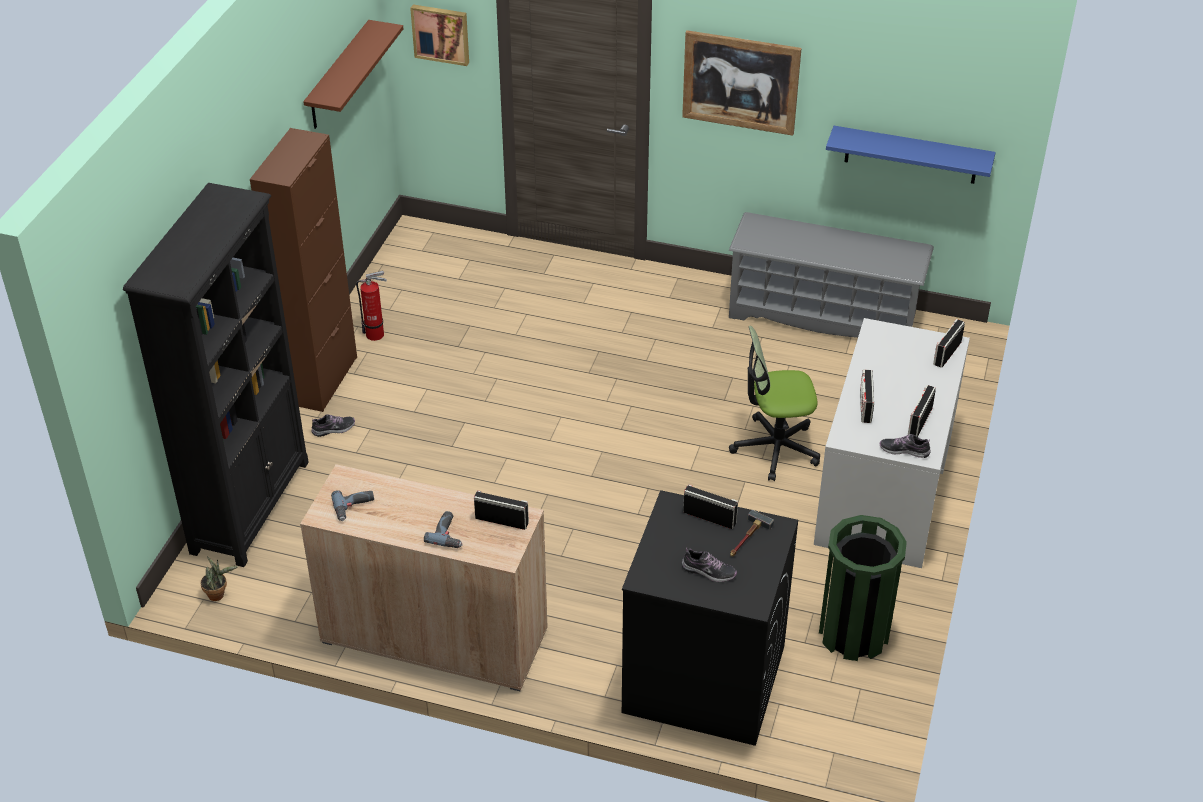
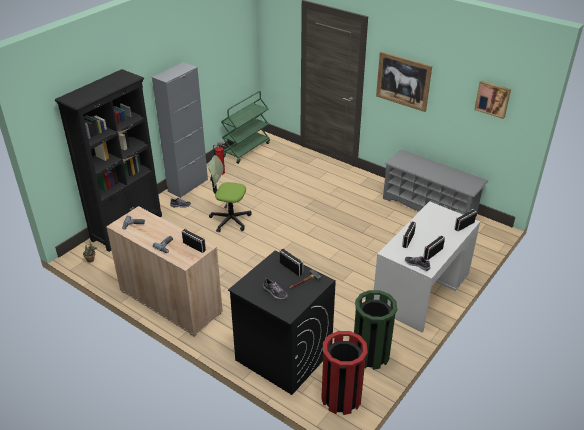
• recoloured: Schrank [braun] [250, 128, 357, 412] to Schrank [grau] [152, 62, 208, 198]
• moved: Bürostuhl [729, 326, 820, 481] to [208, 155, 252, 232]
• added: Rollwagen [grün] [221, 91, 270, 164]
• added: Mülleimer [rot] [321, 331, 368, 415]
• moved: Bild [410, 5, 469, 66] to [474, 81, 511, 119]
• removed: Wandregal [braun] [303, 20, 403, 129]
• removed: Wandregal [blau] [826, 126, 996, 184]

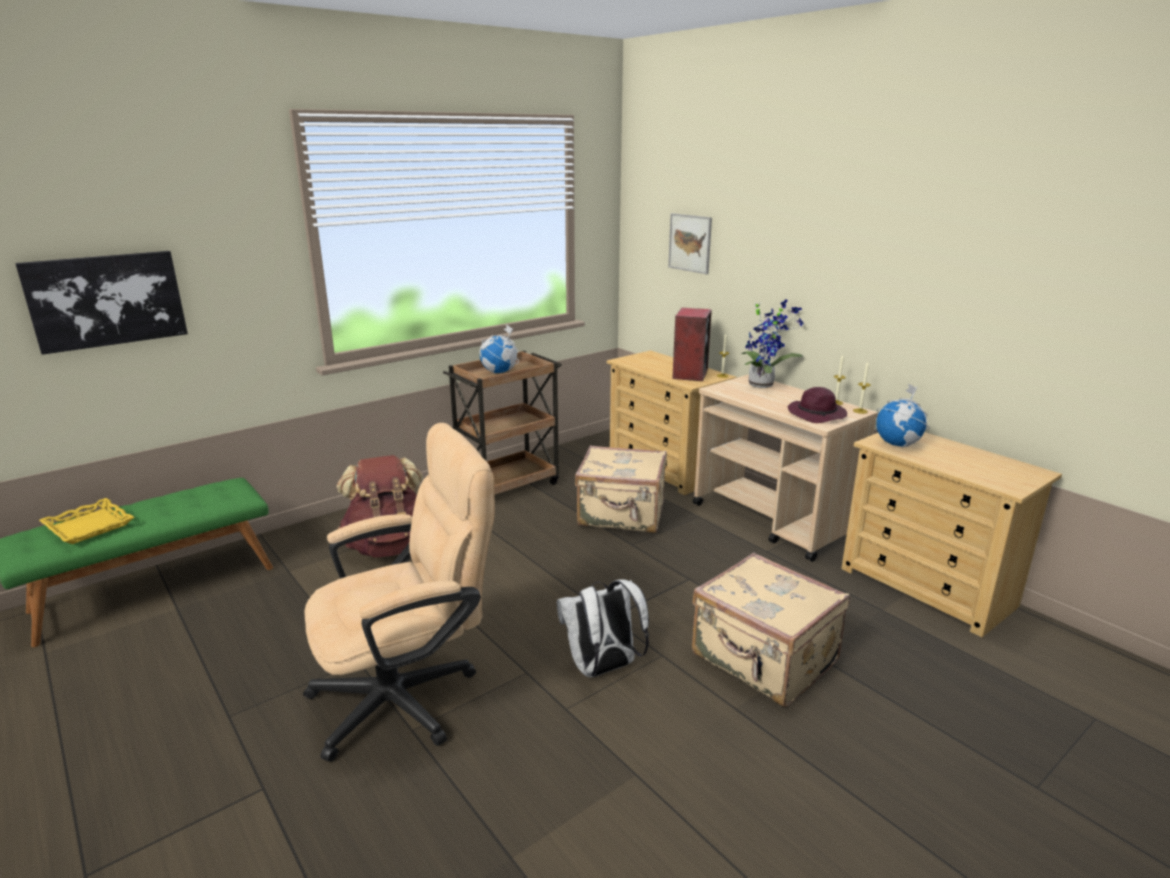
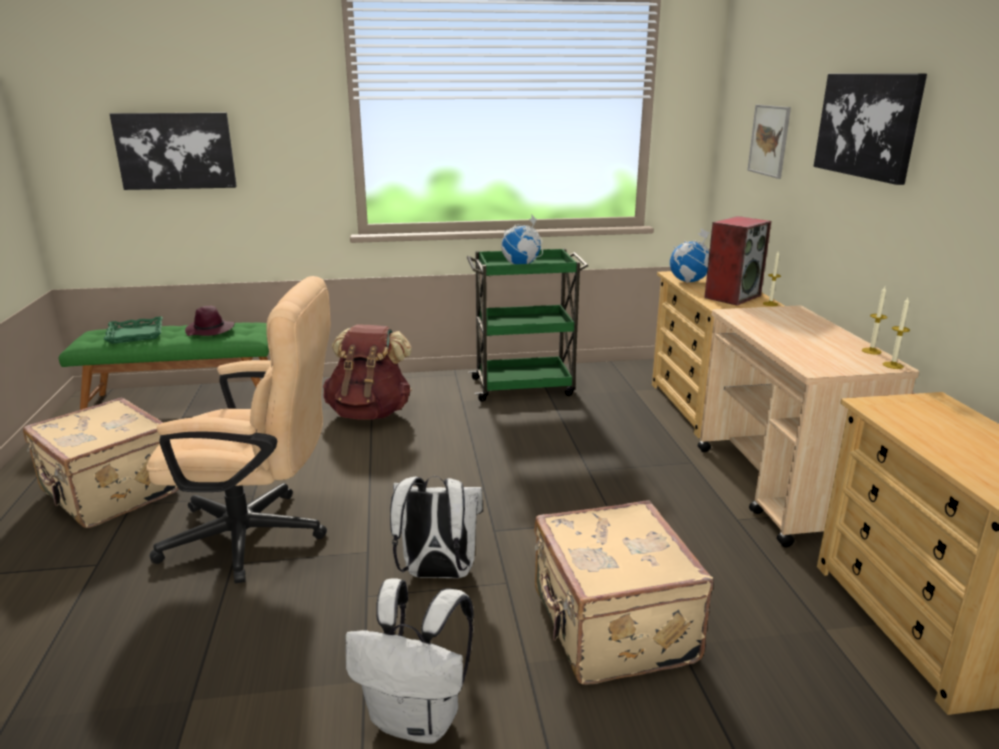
• moved: Koffer [beige] [575, 445, 667, 533] to [23, 397, 179, 528]
• recoloured: Tablett [gelb] [39, 498, 134, 544] to Tablett [grün] [103, 316, 163, 344]
• moved: Hut [lila] [788, 387, 847, 423] to [185, 306, 235, 336]
• added: Rucksack [weiß] [345, 579, 474, 744]
• recoloured: Rollwagen [braun] [443, 351, 562, 495] to Rollwagen [grün] [467, 249, 588, 402]
• moved: Globus [876, 384, 930, 447] to [670, 228, 710, 283]
• added: Bild [814, 73, 927, 185]
• removed: Topfpflanze [741, 299, 804, 388]

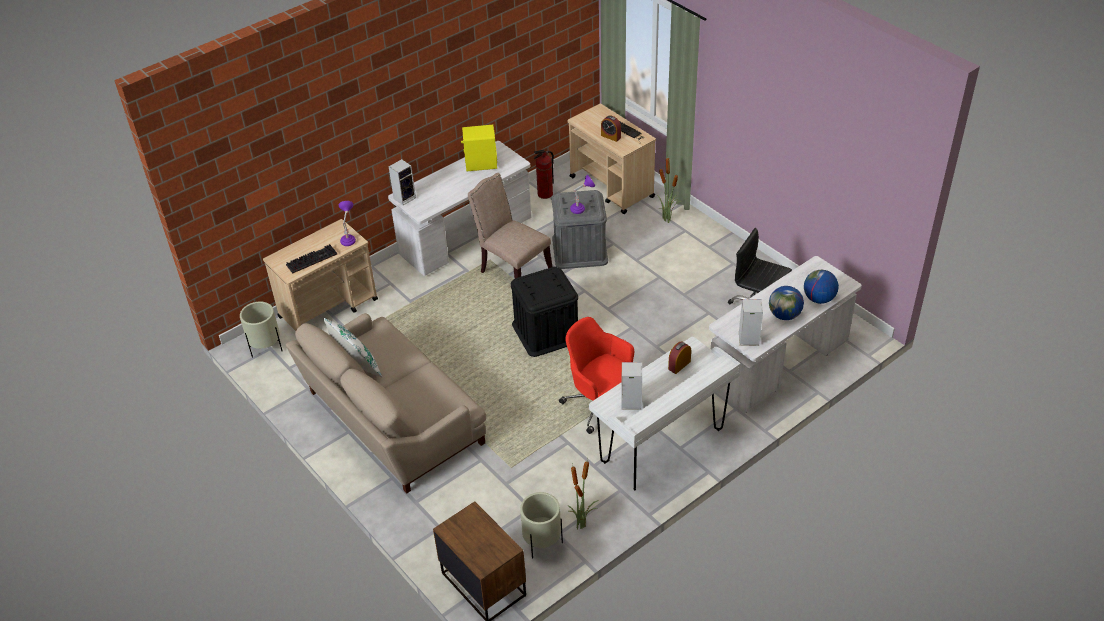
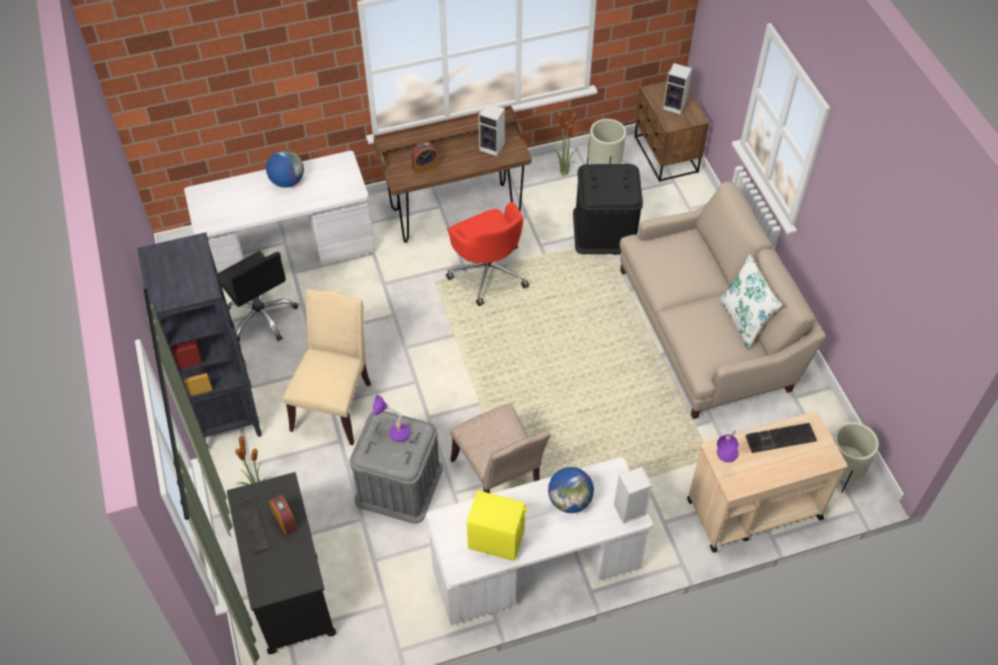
• added: Bücherregal [schwarz] [137, 232, 262, 447]
• recoloured: Rollwagen [beige] [568, 103, 656, 214] to Rollwagen [schwarz] [227, 472, 336, 654]
• added: Stuhl [beige] [283, 289, 371, 445]
• recoloured: Schreibtisch [weiß] [589, 337, 741, 491] to Schreibtisch [braun] [373, 105, 532, 243]
• moved: Globus [804, 270, 839, 304] to [548, 467, 594, 513]
• moved: Aufbewahrungsbox [schwarz] [511, 267, 578, 357] to [573, 164, 643, 255]
• moved: Lautsprecher [739, 299, 763, 346] to [663, 63, 692, 115]
• removed: Feuerlöscher [534, 149, 554, 199]

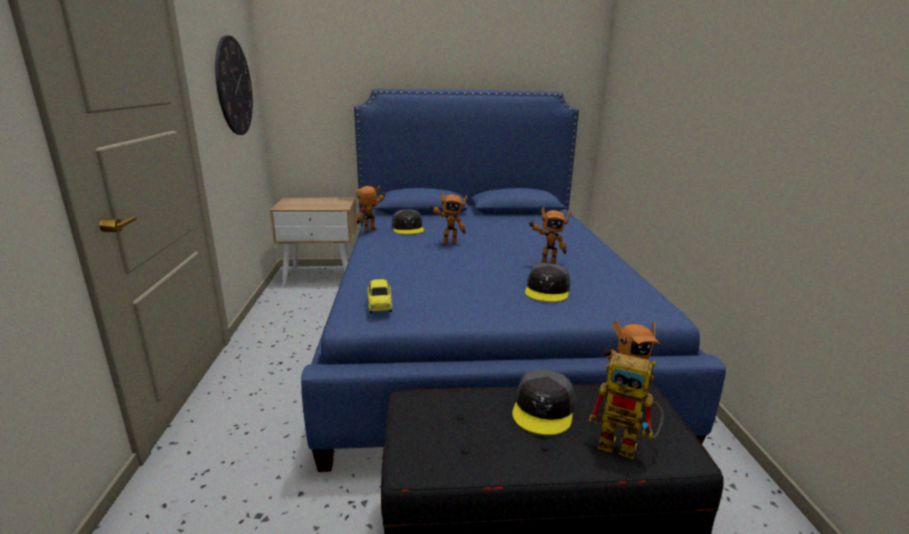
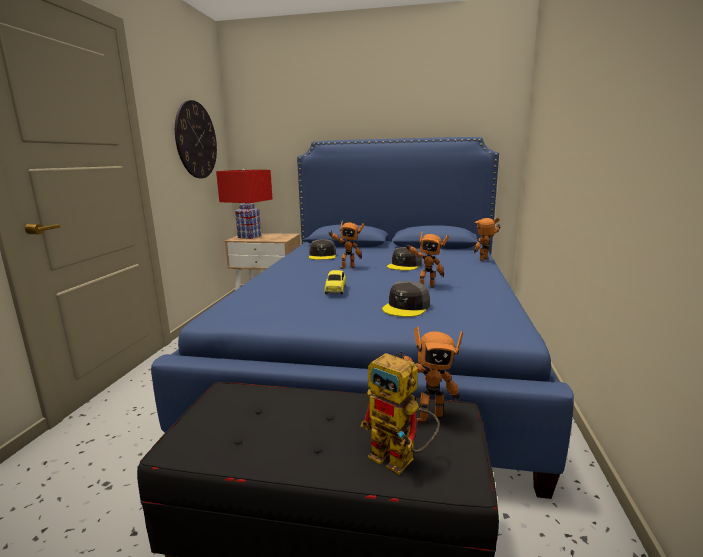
• added: Tischlampe [rot] [216, 169, 272, 239]
• moved: Spielzeugauto [368, 279, 392, 313] to [325, 270, 346, 294]
• moved: Kappe [grau] [512, 369, 575, 435] to [387, 247, 422, 271]
• moved: Spielzeugroboter [356, 186, 386, 232] to [474, 218, 501, 261]

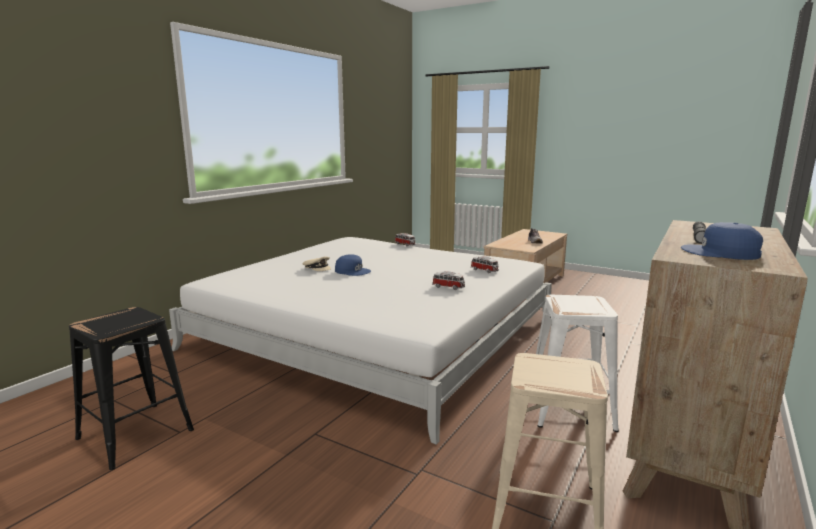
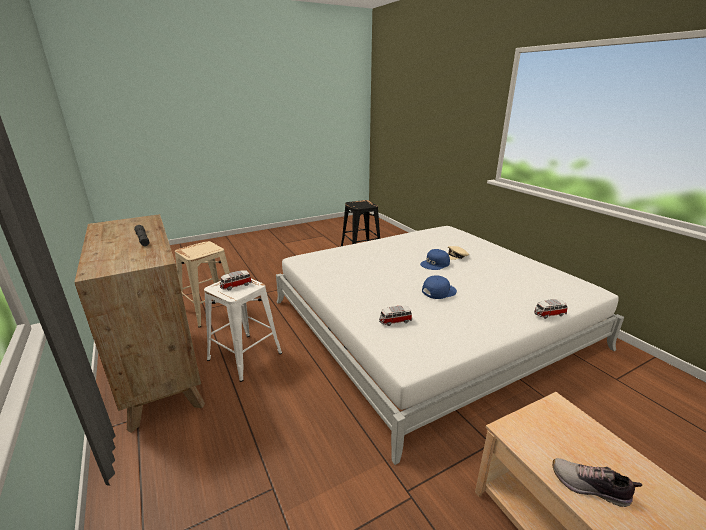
• moved: Spielzeugauto [432, 271, 465, 290] to [220, 270, 252, 290]
• moved: Kappe [blau] [681, 222, 763, 260] to [422, 275, 457, 299]

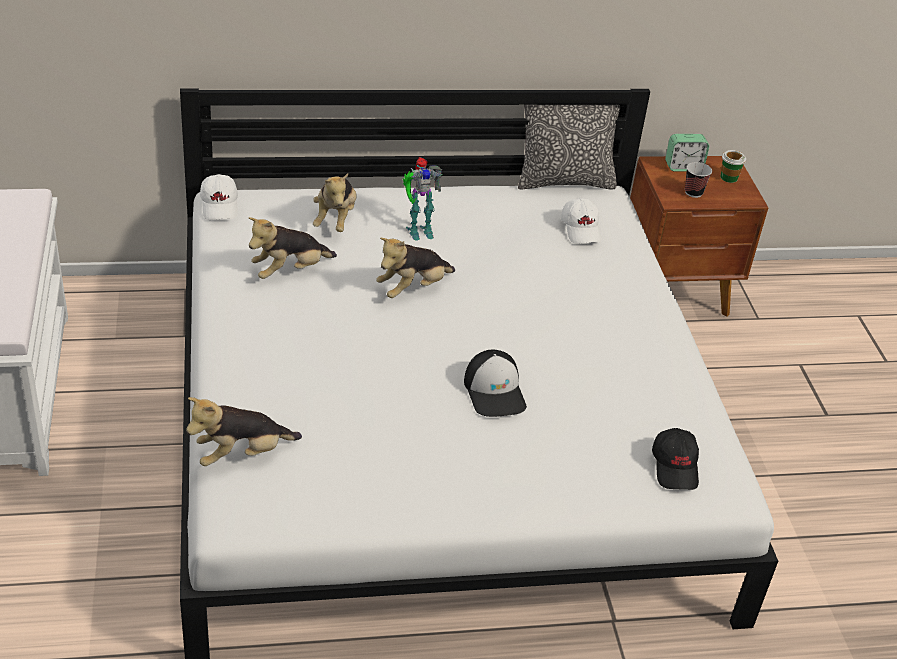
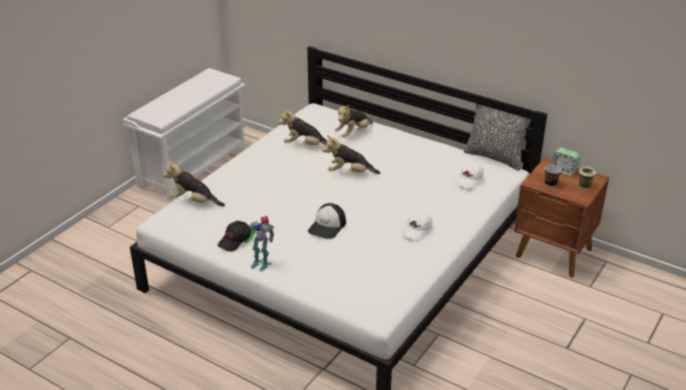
• moved: Kappe [schwarz] [652, 428, 699, 490] to [218, 221, 251, 252]
• moved: Spielzeugroboter [403, 157, 443, 241] to [245, 216, 274, 272]
• moved: Kappe [weiß] [200, 174, 238, 220] to [402, 210, 432, 241]

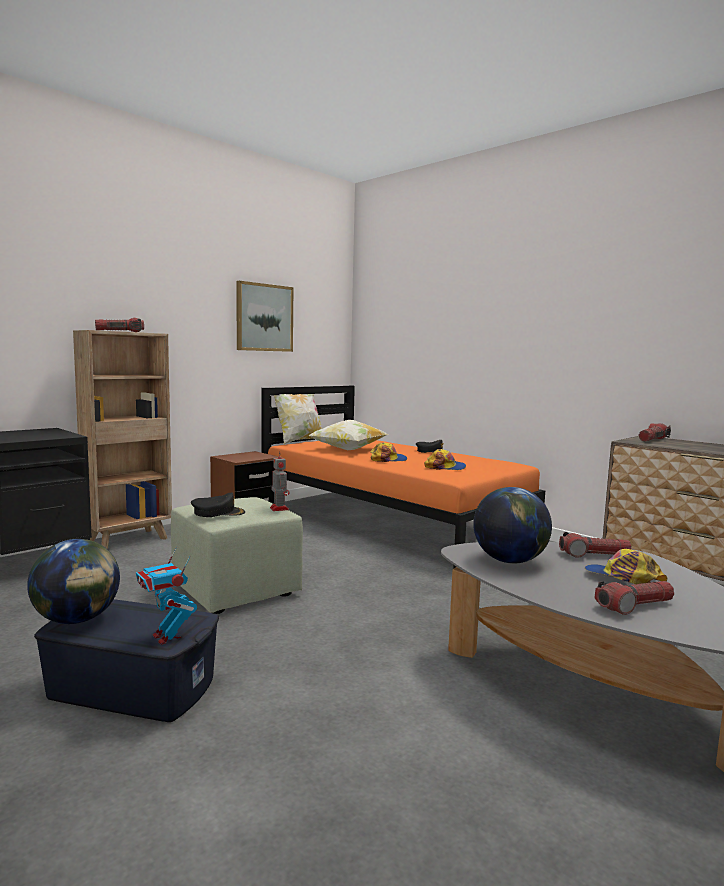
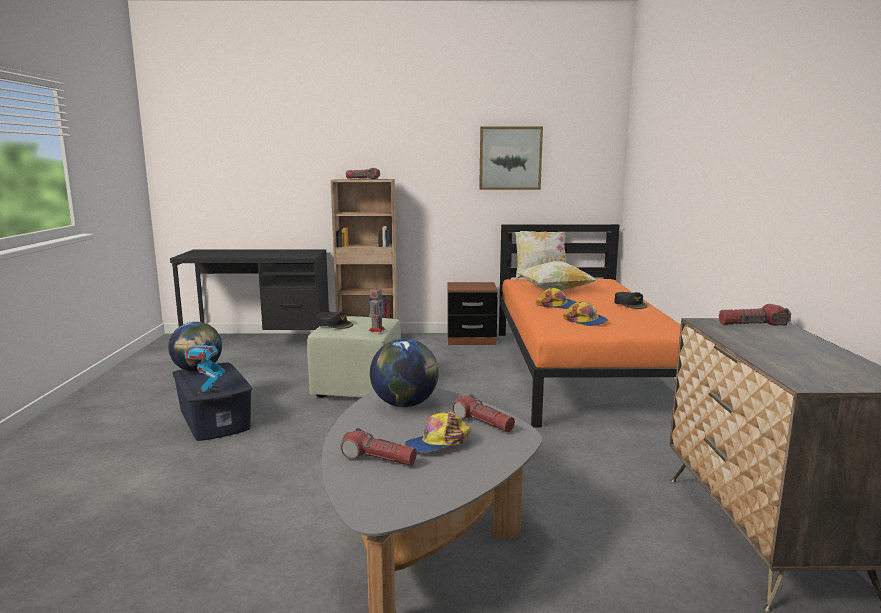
• turned: Kappe [585, 549, 667, 584] = [405, 412, 471, 452] 120 degrees counterclockwise

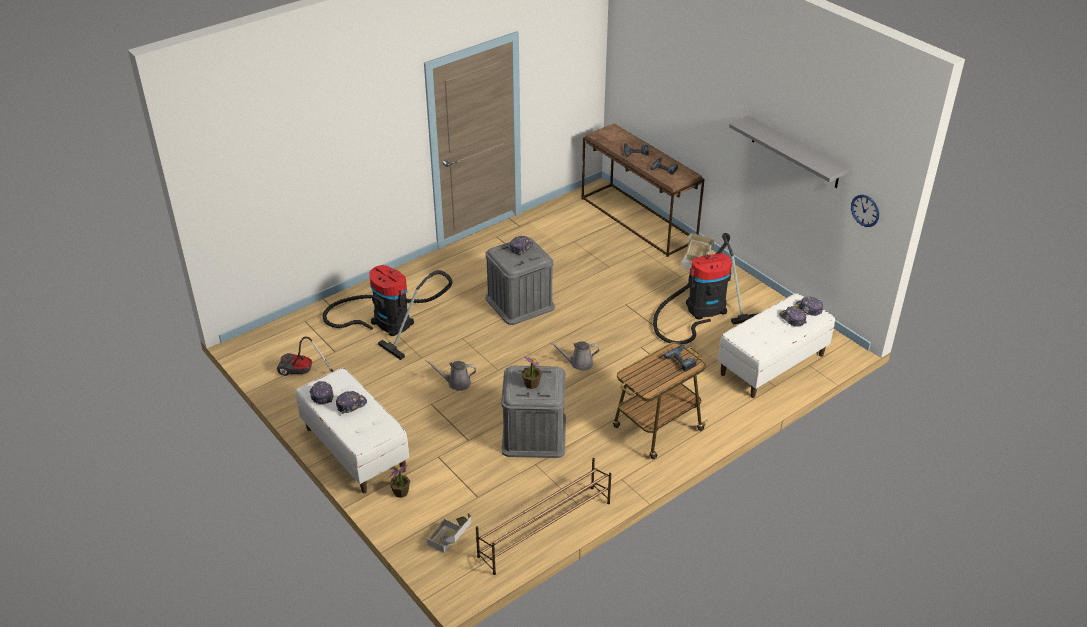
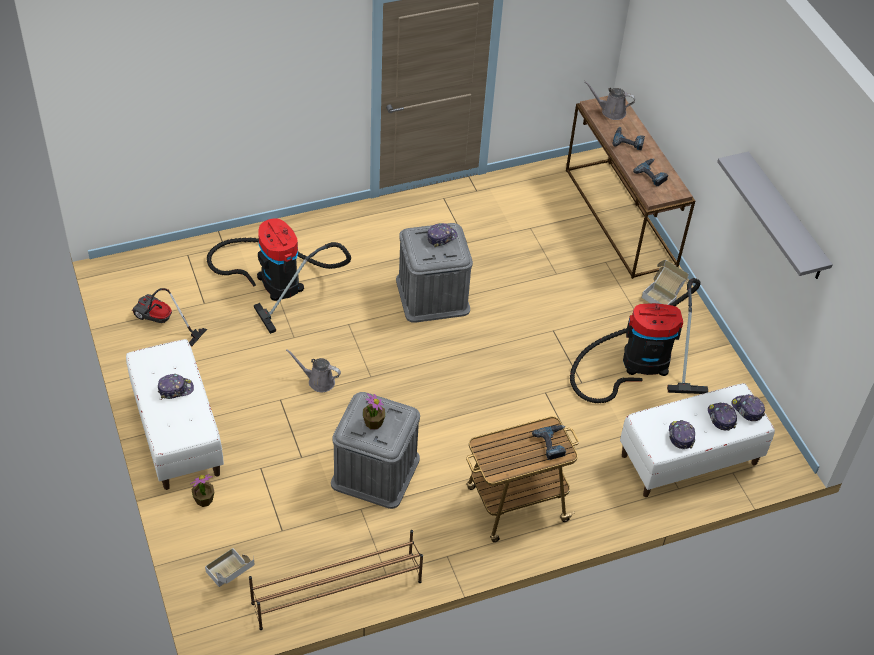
• moved: Gießkanne [grau] [550, 341, 599, 371] to [584, 81, 635, 120]
• moved: Kappe [310, 381, 333, 404] to [669, 420, 695, 449]
• removed: Wanduhr [851, 195, 879, 227]

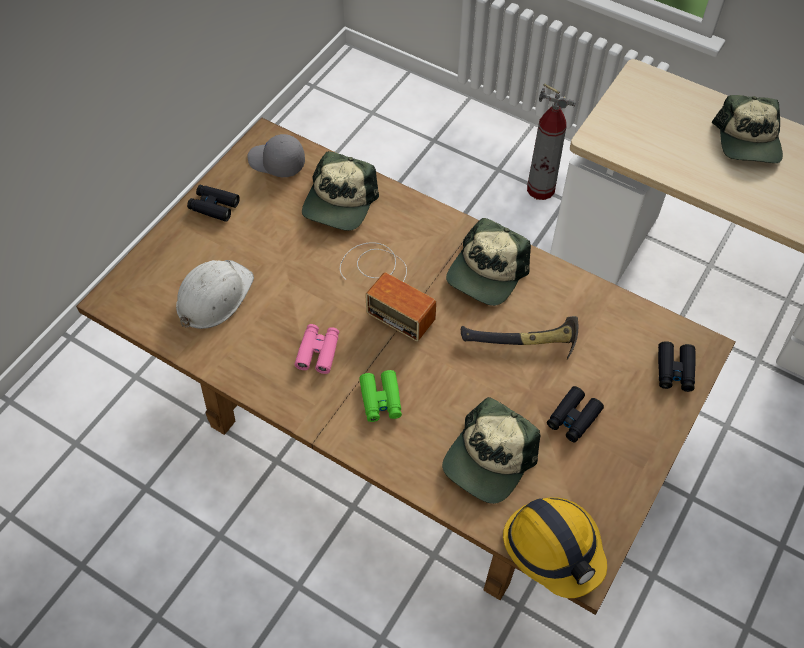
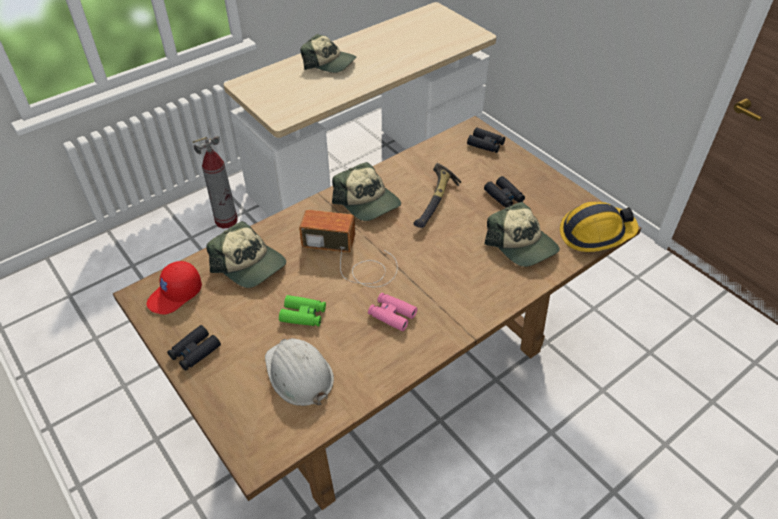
• recoloured: Kappe [grau] [247, 134, 305, 177] to Kappe [rot] [147, 261, 202, 314]
• moved: Fernglas [grün] [359, 370, 402, 422] to [279, 295, 326, 326]
• turned: Radio [340, 242, 436, 342] = [299, 210, 398, 287] 135 degrees counterclockwise

